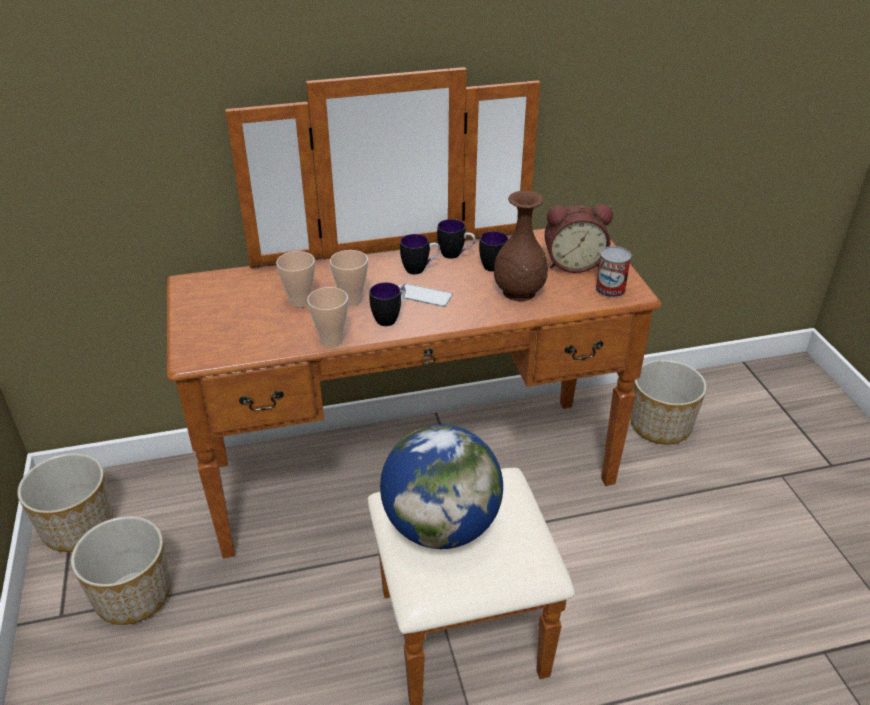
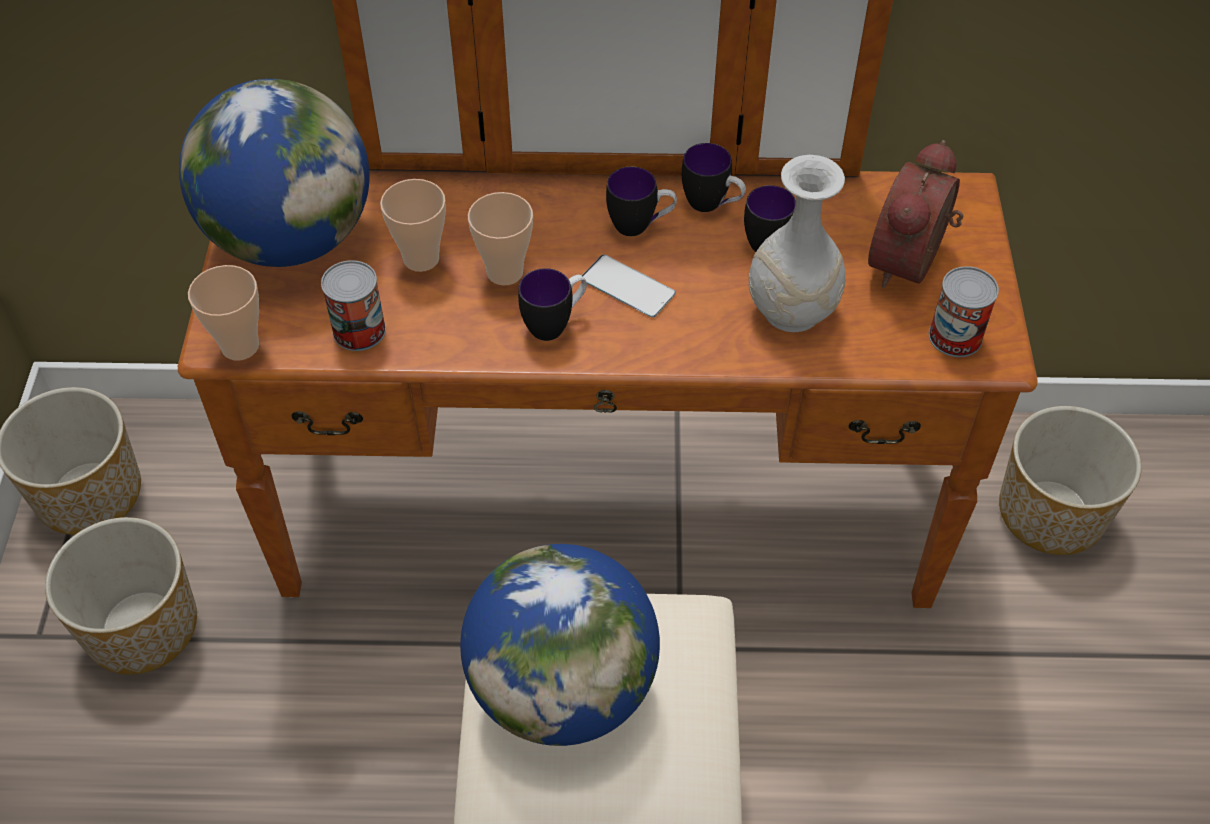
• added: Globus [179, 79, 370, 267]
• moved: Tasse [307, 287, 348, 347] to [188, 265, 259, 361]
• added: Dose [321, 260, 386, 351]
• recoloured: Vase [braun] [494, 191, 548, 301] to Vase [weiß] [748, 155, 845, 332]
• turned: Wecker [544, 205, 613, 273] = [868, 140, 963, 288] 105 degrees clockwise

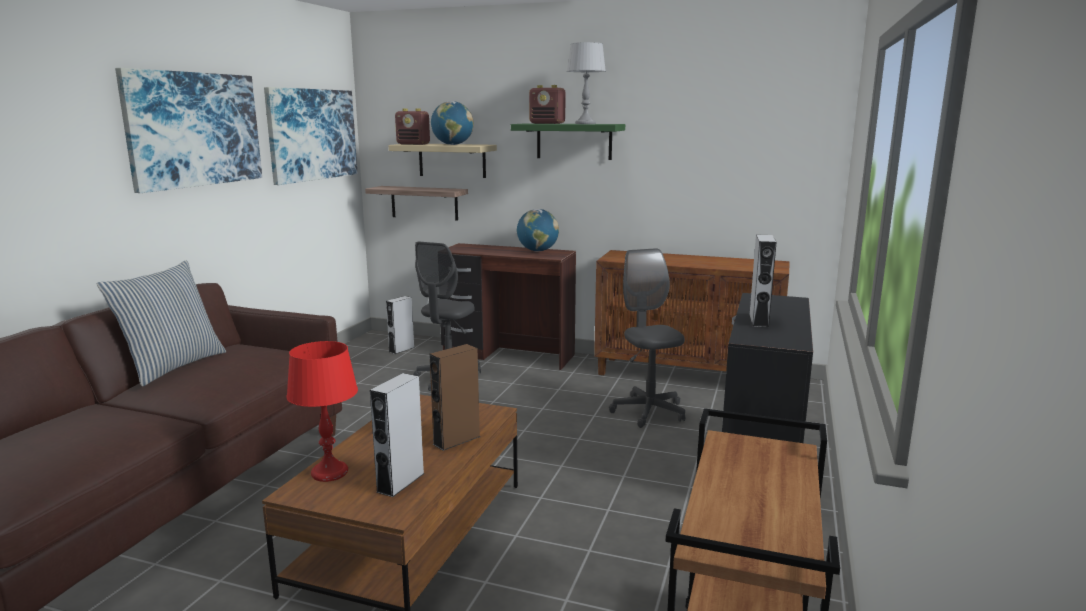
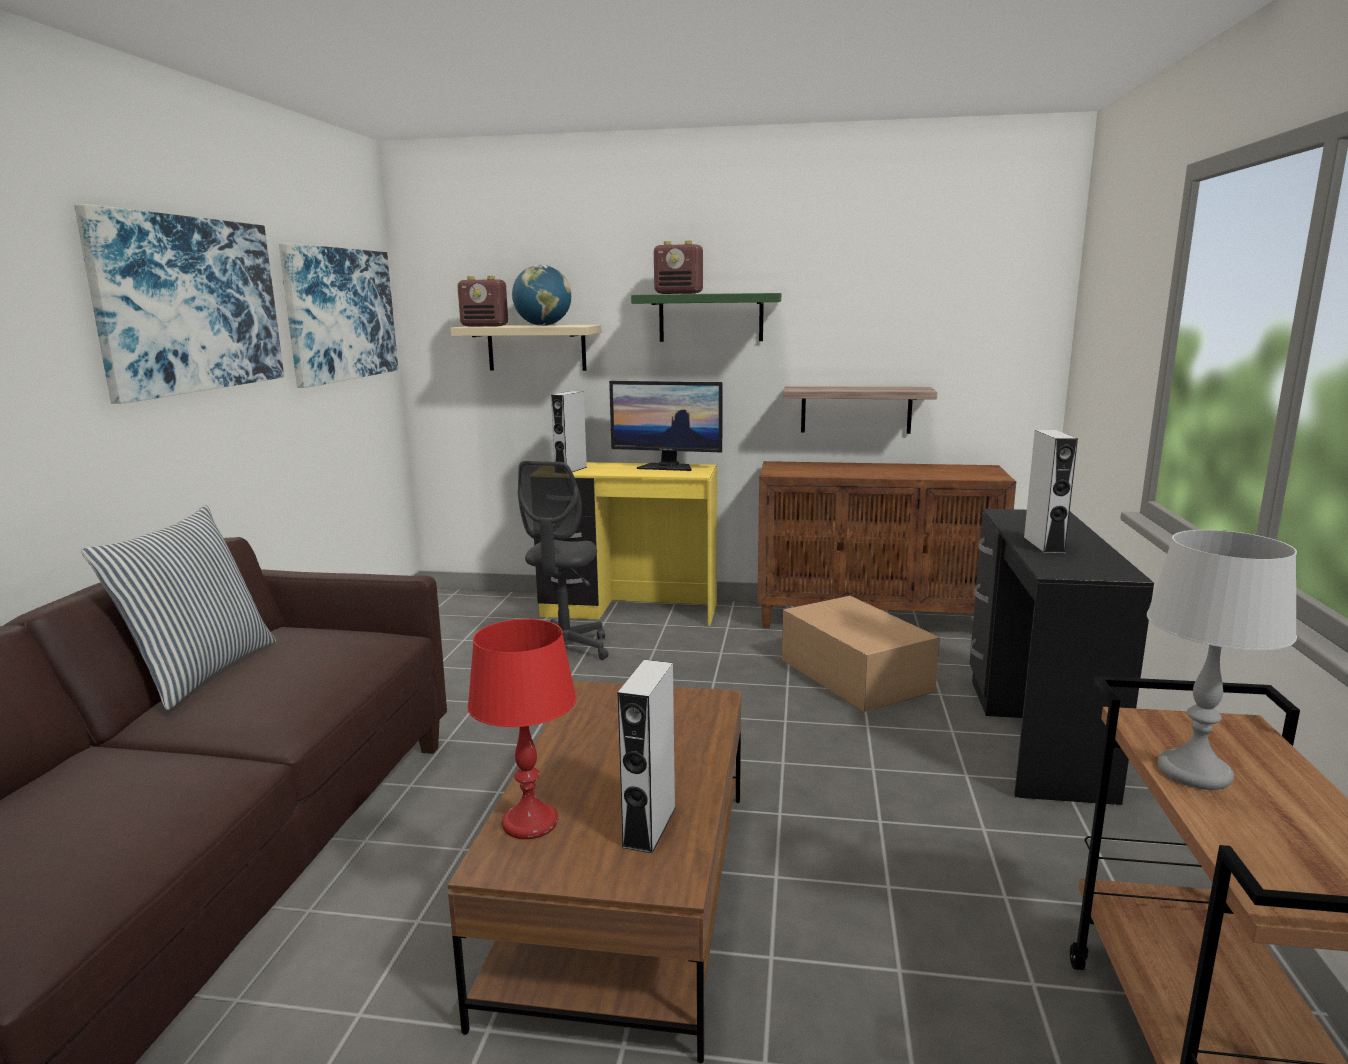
• recoloured: Schreibtisch [braun] [441, 243, 576, 370] to Schreibtisch [gelb] [534, 462, 717, 626]
• moved: Lautsprecher [grau] [386, 296, 415, 354] to [551, 391, 587, 472]
• replaced: Globus [517, 209, 559, 251] to Monitor [609, 381, 723, 471]
• replaced: Bürostuhl [grau] [609, 248, 685, 428] to Karton [782, 596, 940, 712]
• moved: Wandregal [365, 186, 468, 221] to [783, 386, 937, 434]
• moved: Tischlampe [grau] [567, 42, 606, 124] to [1147, 530, 1297, 790]
• removed: Lautsprecher [braun] [429, 344, 481, 451]

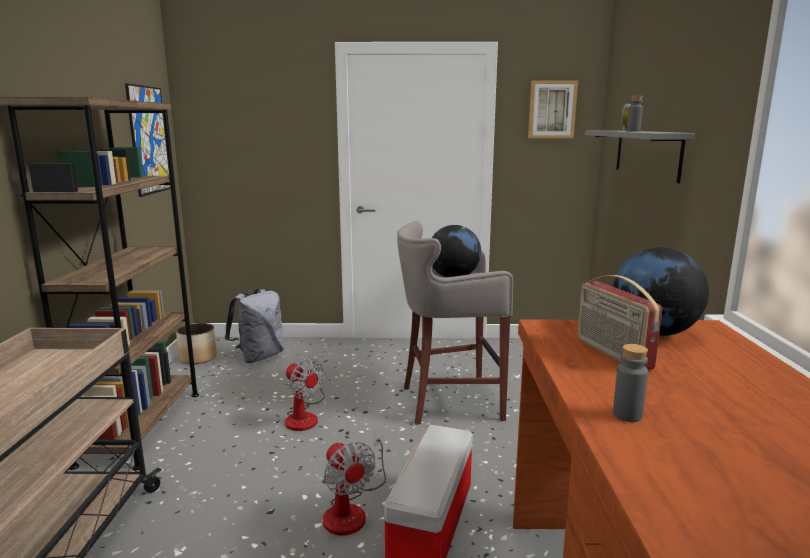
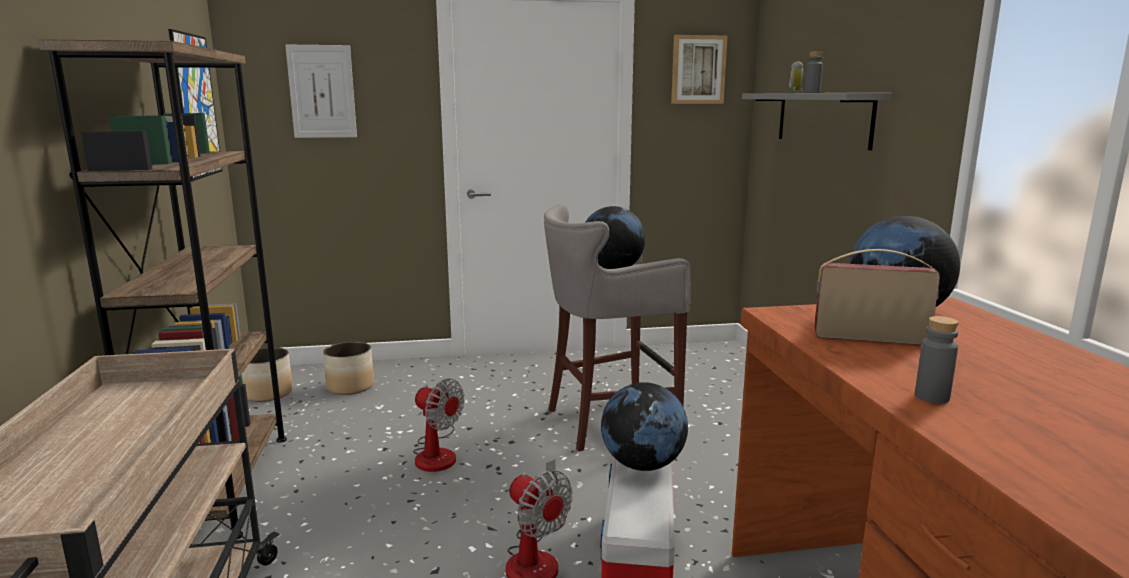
• added: Bild [285, 45, 357, 138]
• replaced: Rucksack [grau] [225, 289, 284, 363] to Pflanzkübel [323, 342, 374, 395]
• added: Globus [601, 382, 688, 471]
• turned: Radio [577, 275, 662, 370] = [814, 249, 940, 345] 135 degrees clockwise

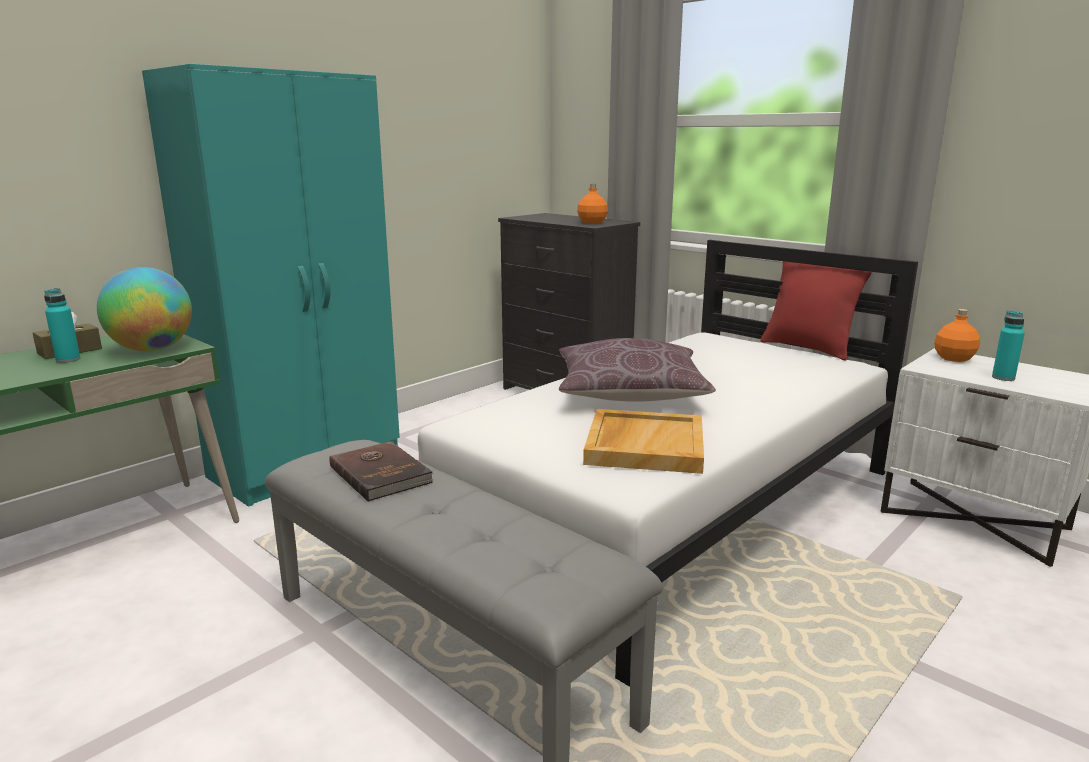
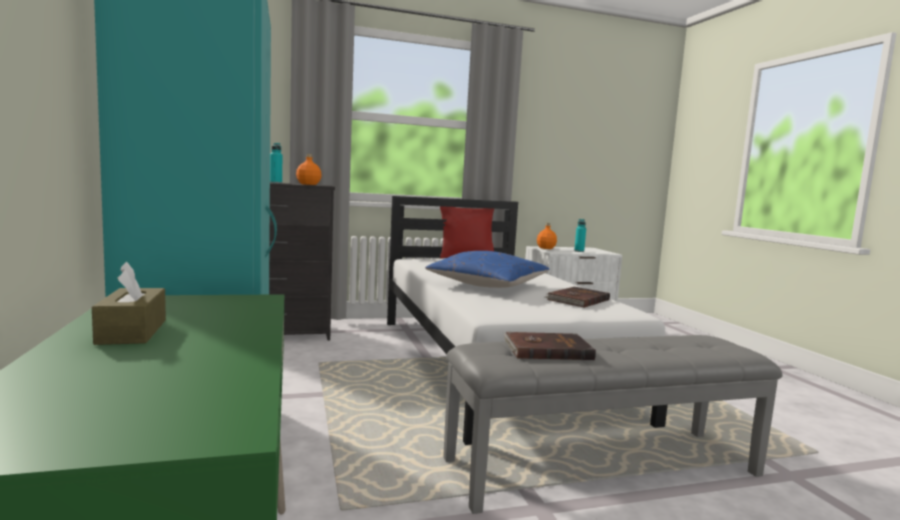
• moved: Flasche [türkis] [44, 288, 80, 363] to [270, 143, 282, 184]
• recoloured: Kissen [braun] [559, 338, 716, 402] to Kissen [blau] [425, 251, 549, 288]
• replaced: Tablett [beige] [583, 409, 704, 474] to Buch [braun] [545, 287, 610, 308]
• removed: Globus [97, 267, 192, 351]

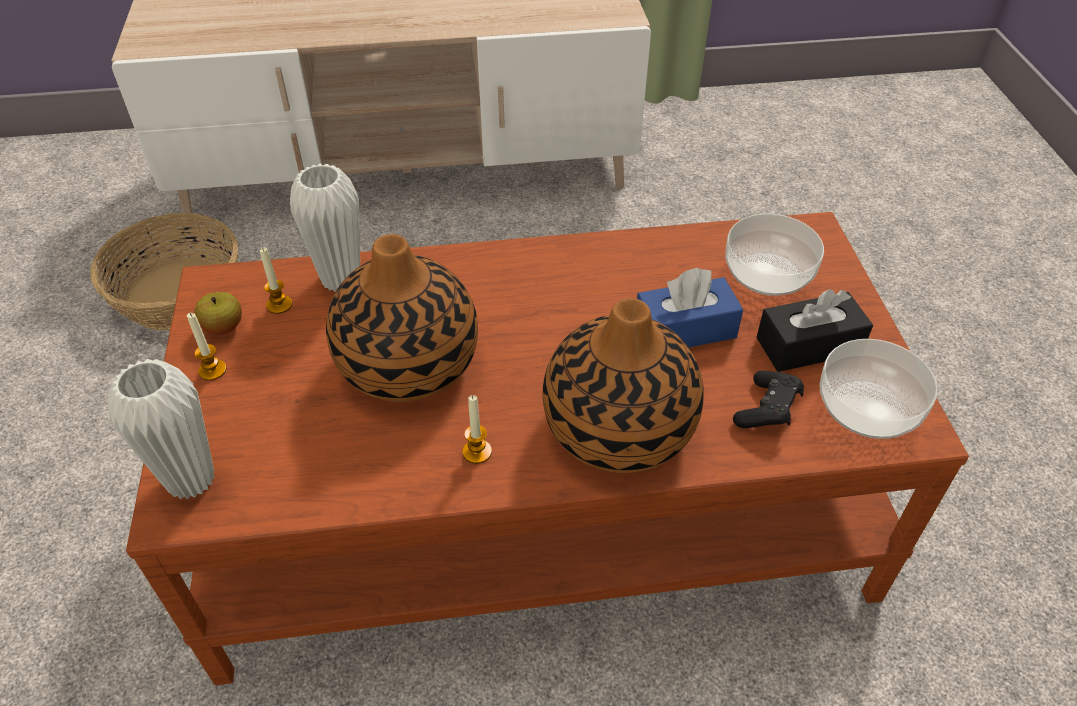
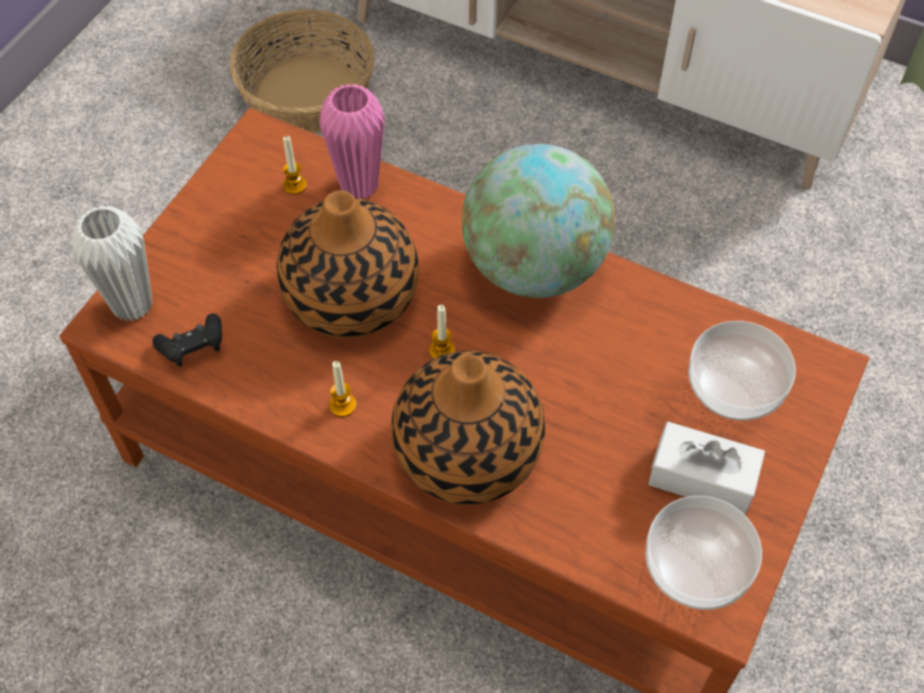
• moved: Gamepad [schwarz] [733, 371, 804, 428] to [153, 313, 222, 367]
• recoloured: Vase [weiß] [290, 164, 360, 292] to Vase [rosa] [319, 84, 385, 199]
• moved: Kerze [187, 313, 227, 381] to [429, 305, 455, 359]
• added: Globus [462, 144, 615, 298]
• recoloured: Taschentuchbox [schwarz] [756, 289, 873, 372] to Taschentuchbox [weiß] [648, 422, 765, 514]
• removed: Apfel [194, 292, 242, 335]
• removed: Taschentuchbox [blau] [637, 268, 743, 347]

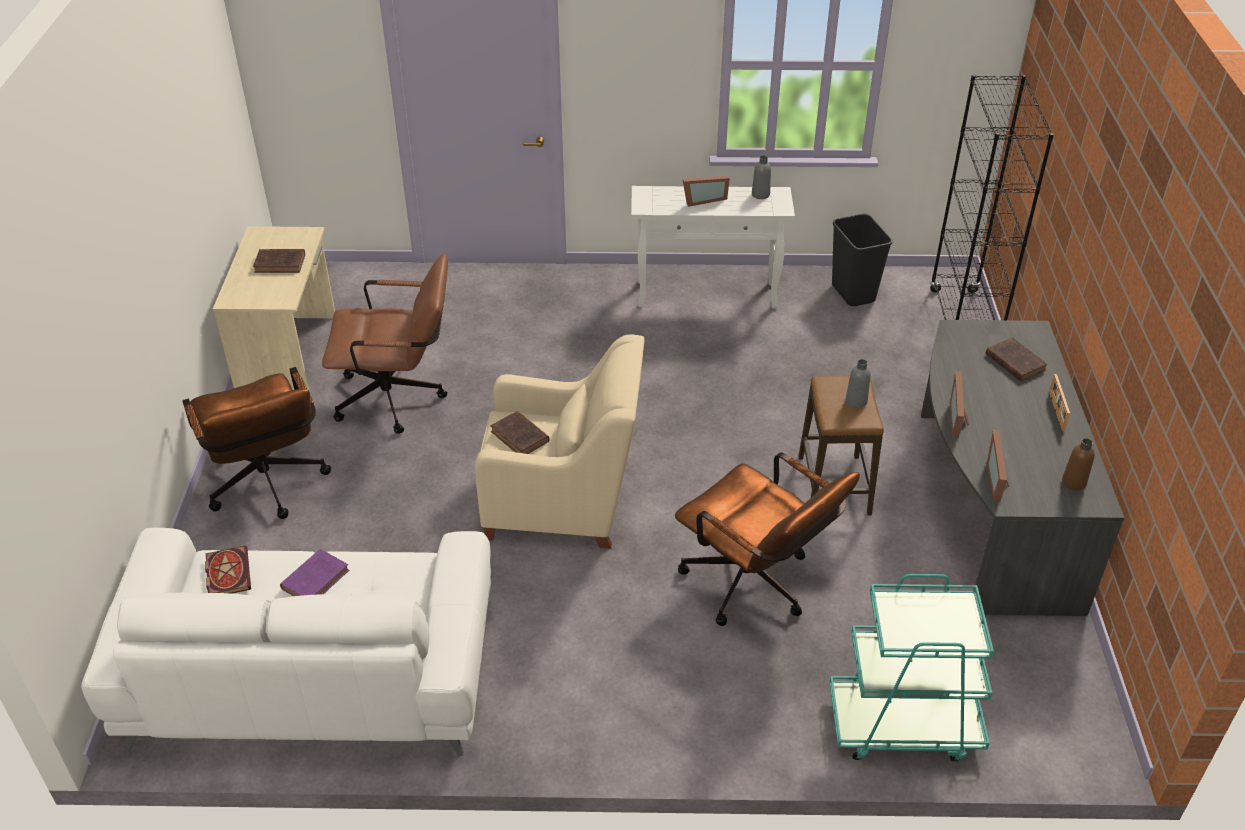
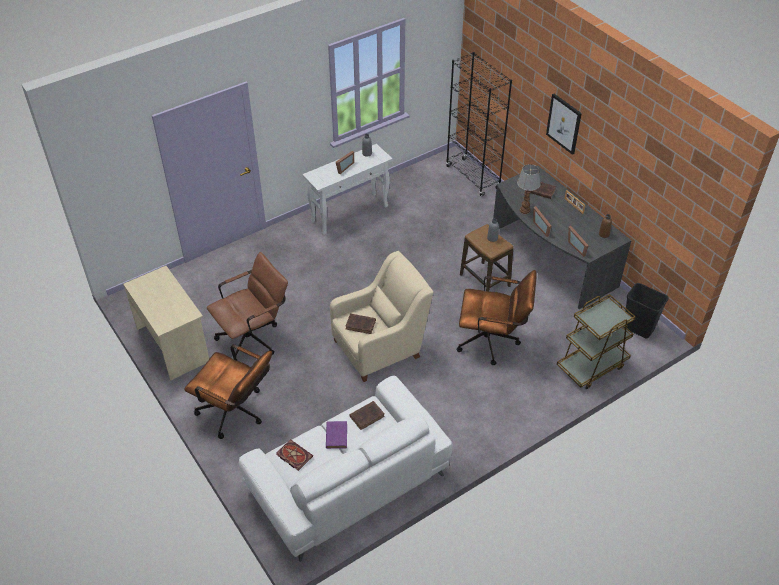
• moved: Buch [braun] [253, 249, 305, 273] to [349, 401, 385, 430]
• added: Tischlampe [517, 164, 541, 214]
• added: Bild [546, 94, 582, 155]
• recoloured: Rollwagen [türkis] [830, 574, 994, 761] to Rollwagen [braun] [557, 294, 636, 389]
• moved: Mülleimer [schwarz] [832, 214, 893, 306] to [625, 283, 669, 338]

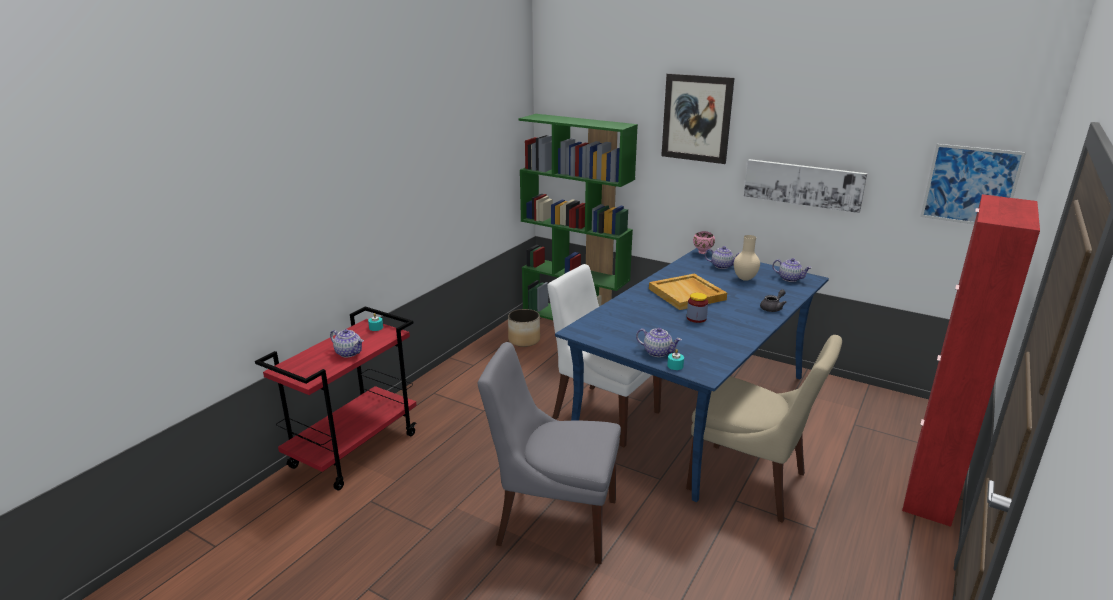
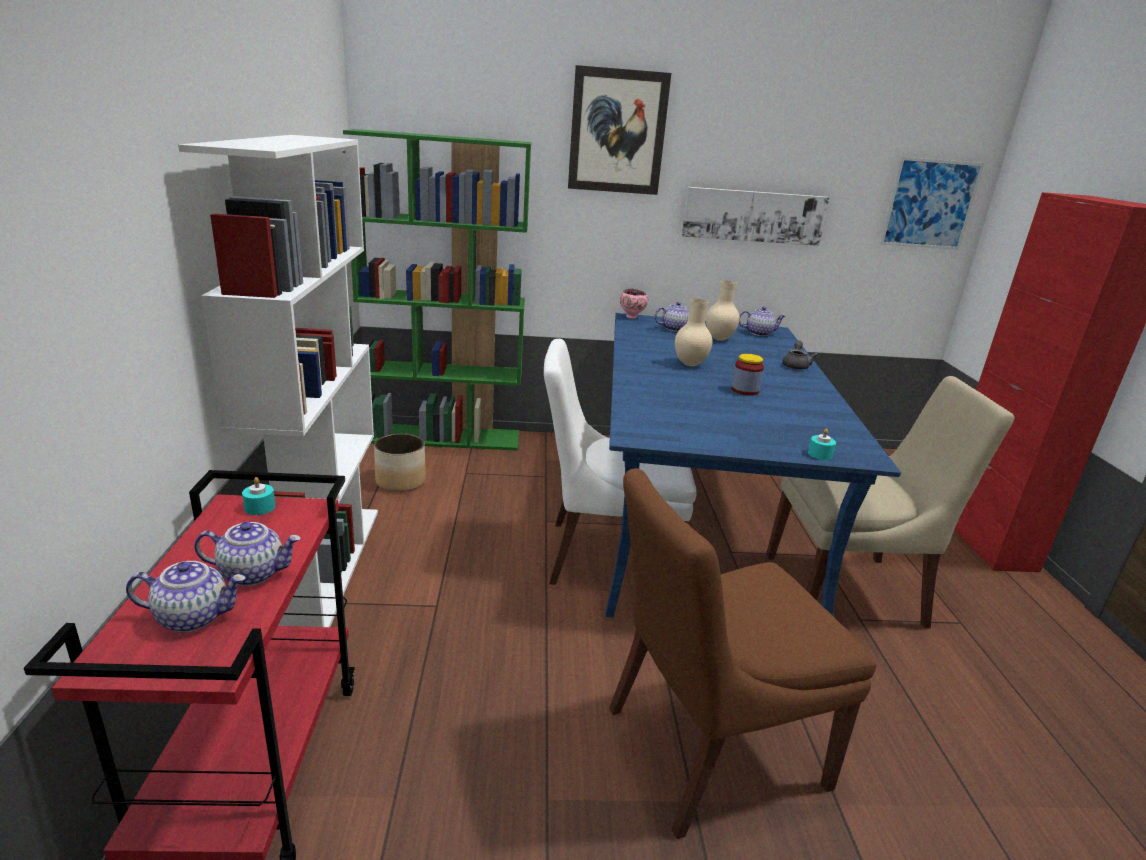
• moved: Teekanne [636, 328, 682, 357] to [126, 561, 246, 632]
• added: Bücherregal [weiß] [178, 135, 378, 627]
• recoloured: Stuhl [grau] [478, 342, 621, 564] to Stuhl [braun] [609, 468, 876, 839]
• replaced: Tablett [beige] [649, 274, 727, 310] to Vase [beige] [675, 299, 713, 366]

